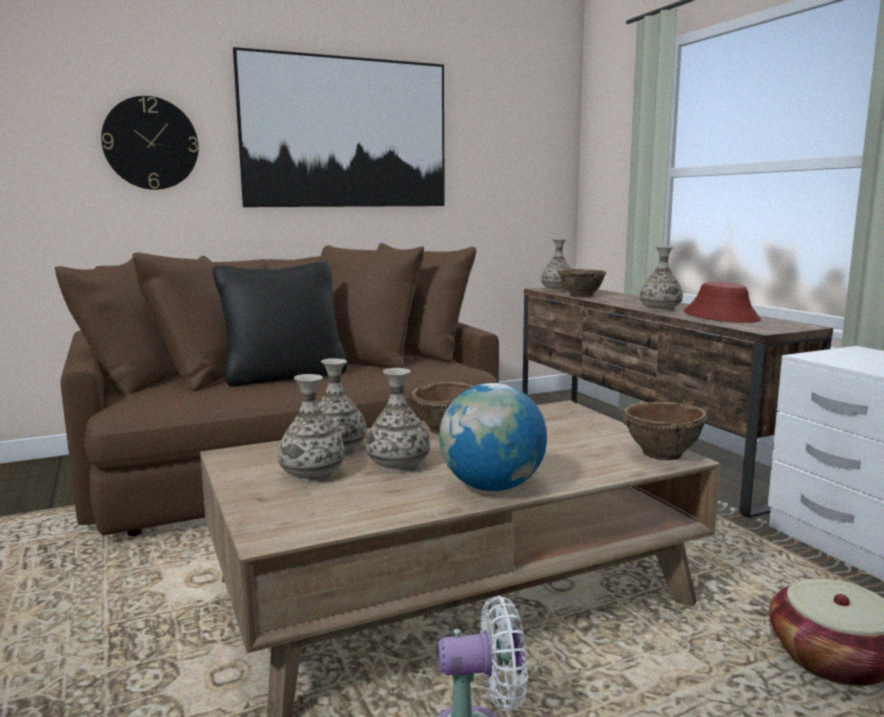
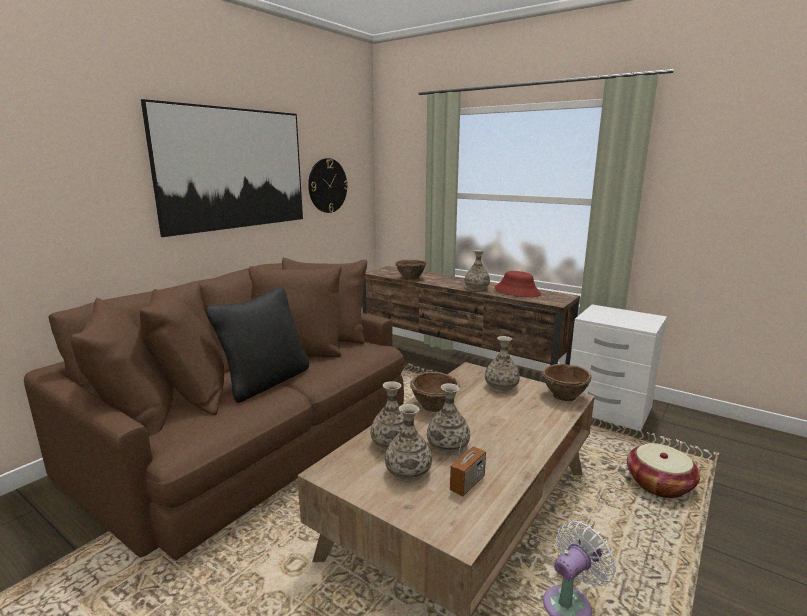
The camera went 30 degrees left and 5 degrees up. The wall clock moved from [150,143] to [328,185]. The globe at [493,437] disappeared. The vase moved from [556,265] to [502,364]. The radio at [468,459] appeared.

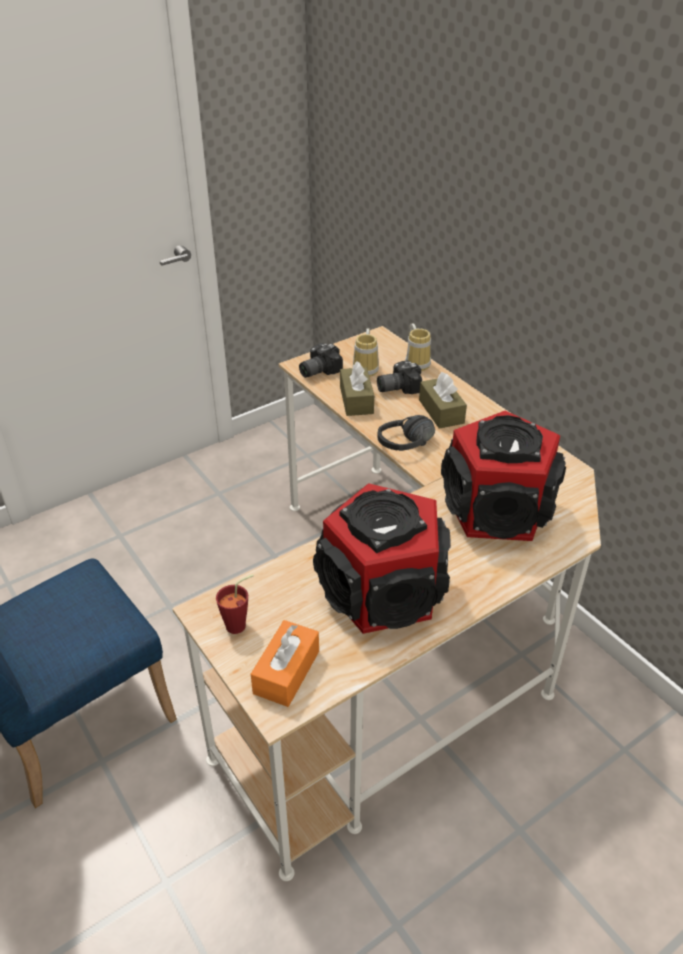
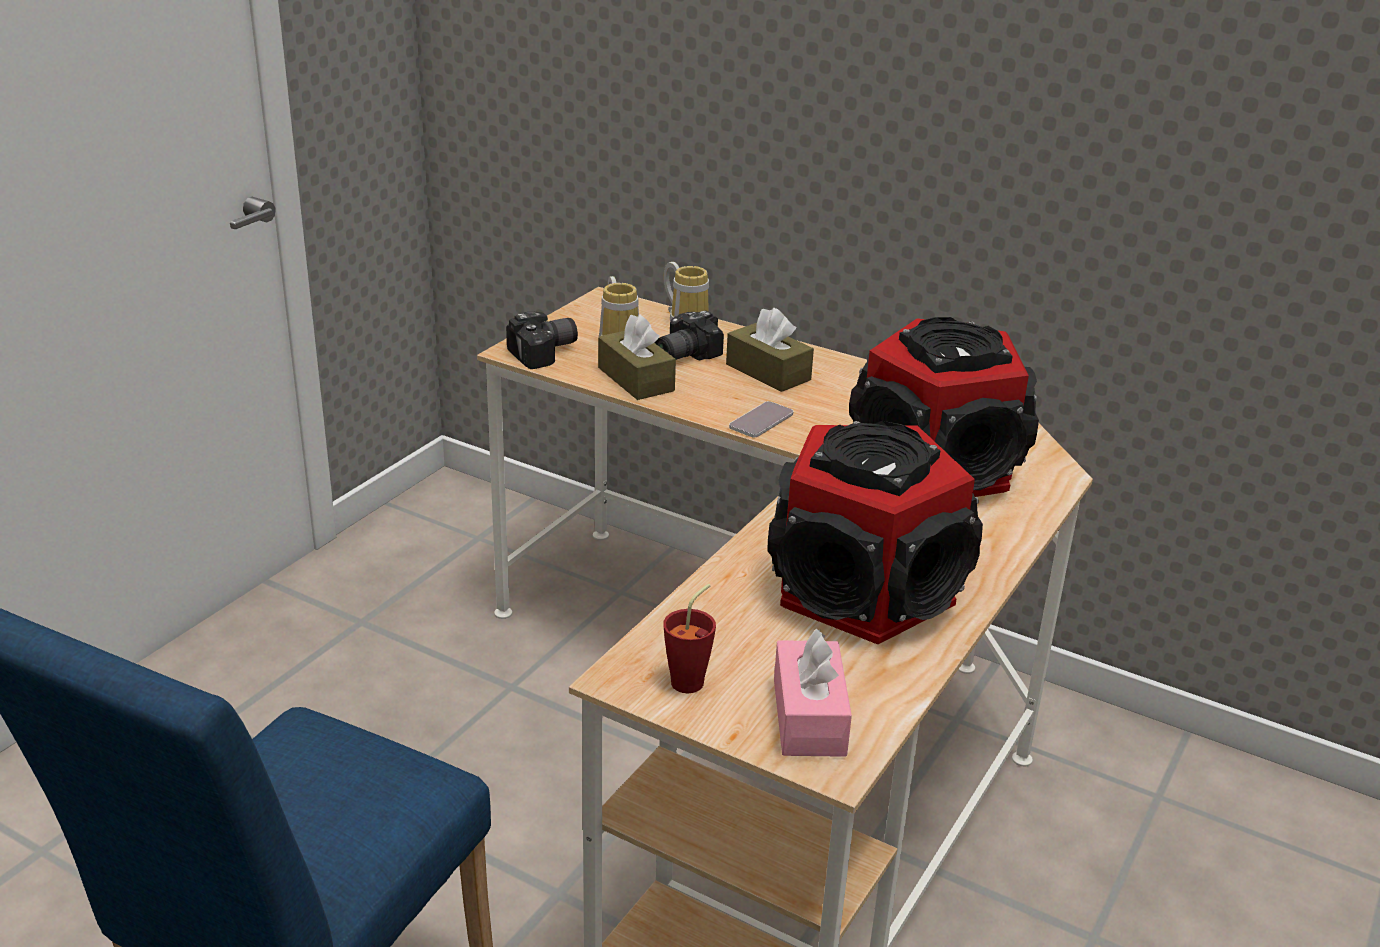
The camera went 25 degrees left and 10 degrees down. The orange tissue box at [285,663] became the pink tissue box at [813,693]. The photo camera at [321,360] turned 150 degrees counterclockwise. The black headphones at [406,433] was replaced by the phone at [761,419].

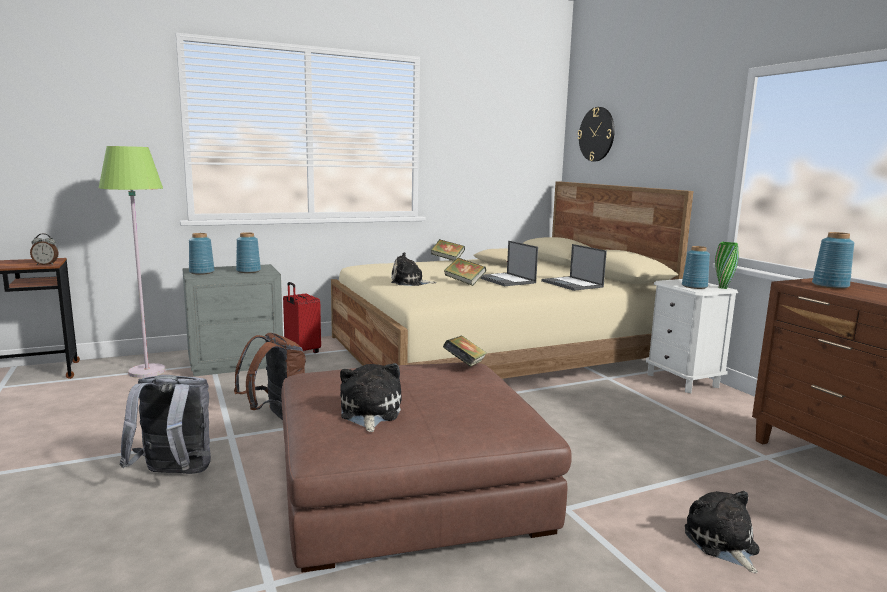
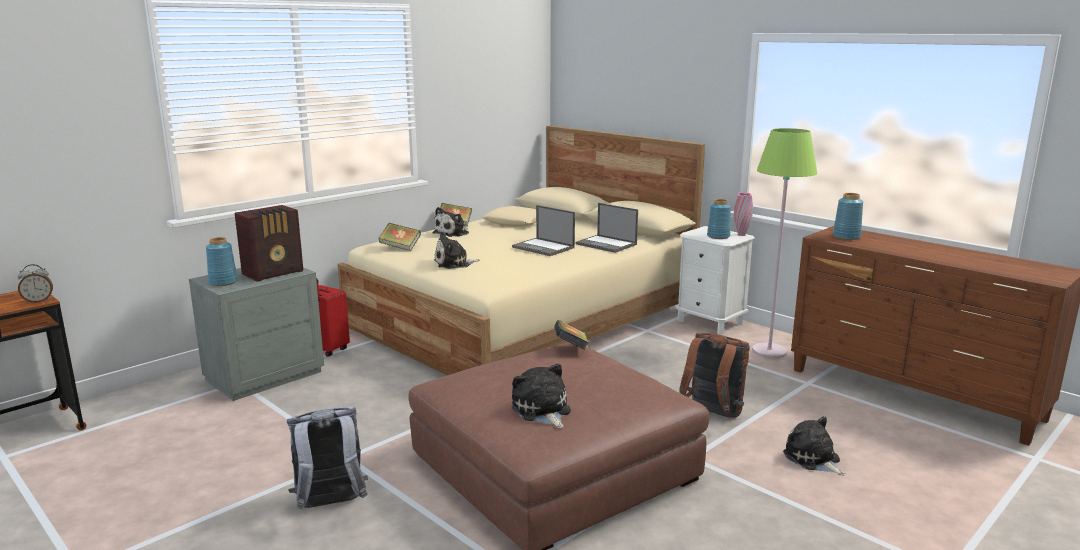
The camera went 20 degrees left and 5 degrees up. The green floor lamp moved from [132,262] to [784,243]. The brown backpack moved from [270,376] to [714,375]. The blue vase at [248,252] was replaced by the radio at [269,243]. The book moved from [465,271] to [400,237]. The wall clock at [596,134] disappeared. The green vase at [726,265] became the pink vase at [743,214]. The plush toy at [451,222] appeared.

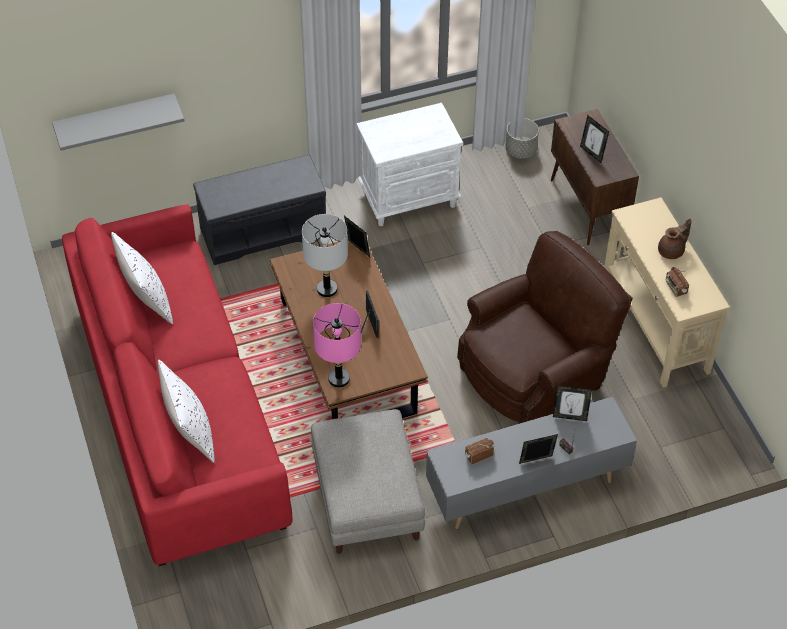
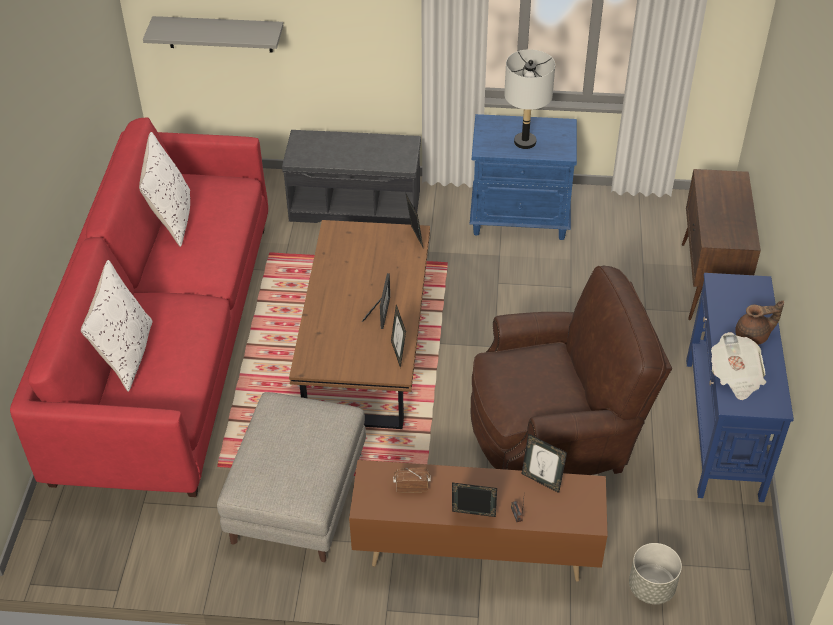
The camera went 25 degrees right and 5 degrees down. The grey table lamp moved from [325,255] to [529,99]. The pink table lamp at [337,345] disappeared. The white nightstand at [410,164] became the blue nightstand at [523,177]. The grey tv stand at [531,462] became the brown tv stand at [478,520]. The grey planter moved from [522,138] to [655,573]. The picture frame moved from [594,139] to [398,336]. The beige console table at [667,292] became the blue console table at [740,387]. The radio at [677,282] was replaced by the newspaper at [738,366].

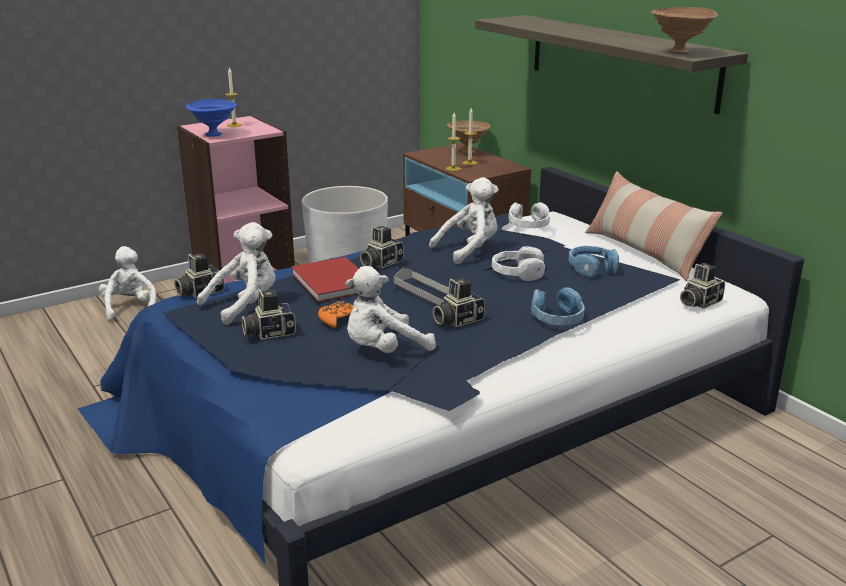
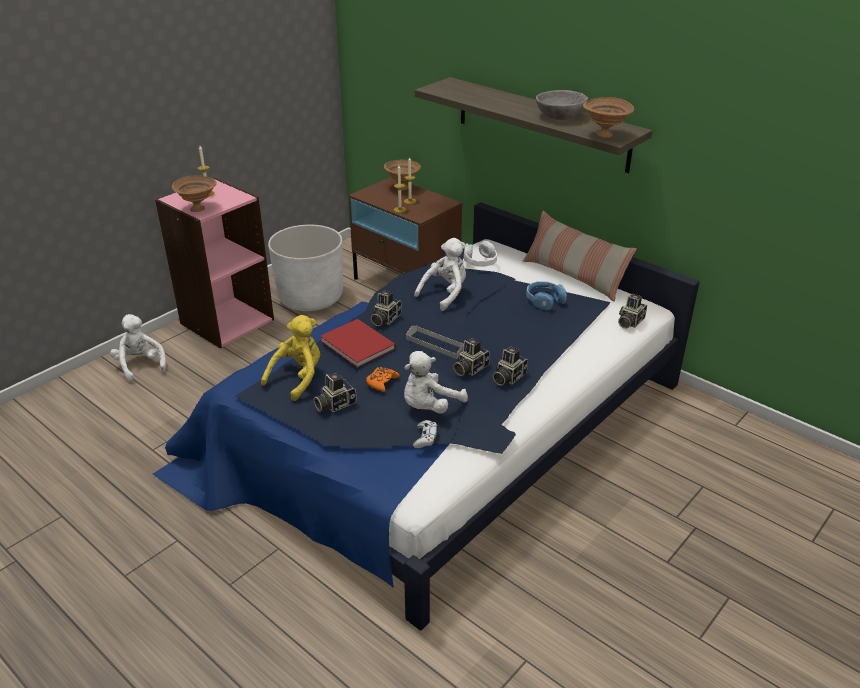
The camera went 15 degrees left and 10 degrees up. The photo camera moved from [199,276] to [510,365]. The blue bowl at [211,118] became the brown bowl at [194,193]. The white plush toy at [236,273] became the yellow plush toy at [290,358]. The white headphones at [518,263] disappeared. The blue headphones at [558,306] disappeared. The white game controller at [425,434] appeared. The grey bowl at [562,105] appeared.

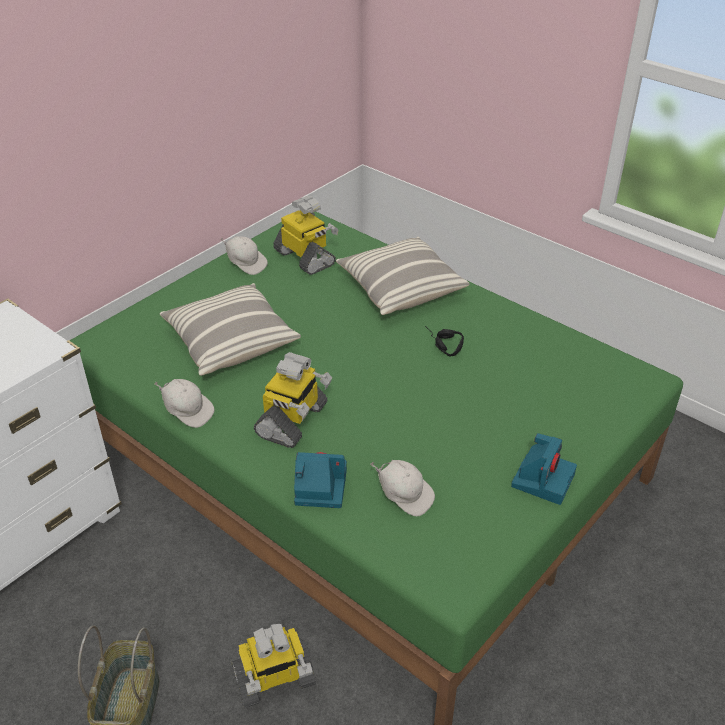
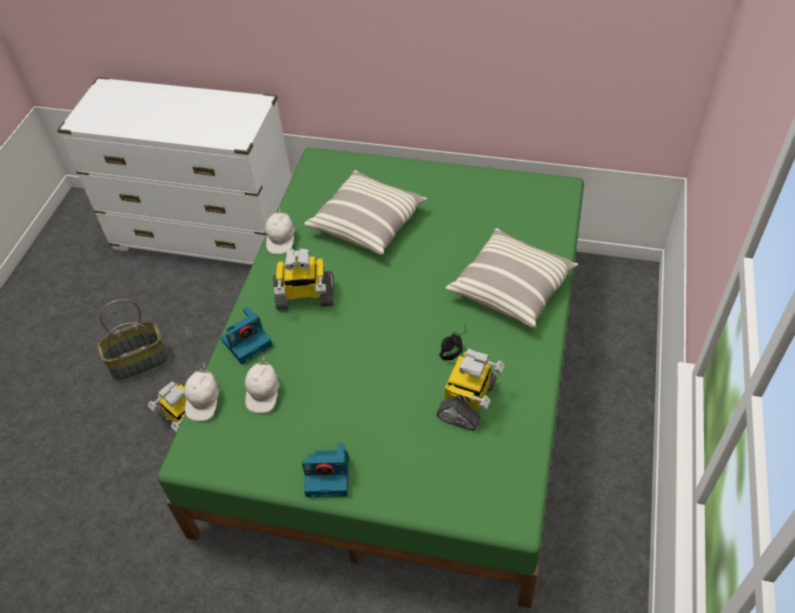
The camera went 65 degrees right and 10 degrees up. The white cap moved from [244,255] to [201,391]. The toy robot moved from [306,235] to [470,390]. The photo camera at [320,480] turned 75 degrees clockwise.

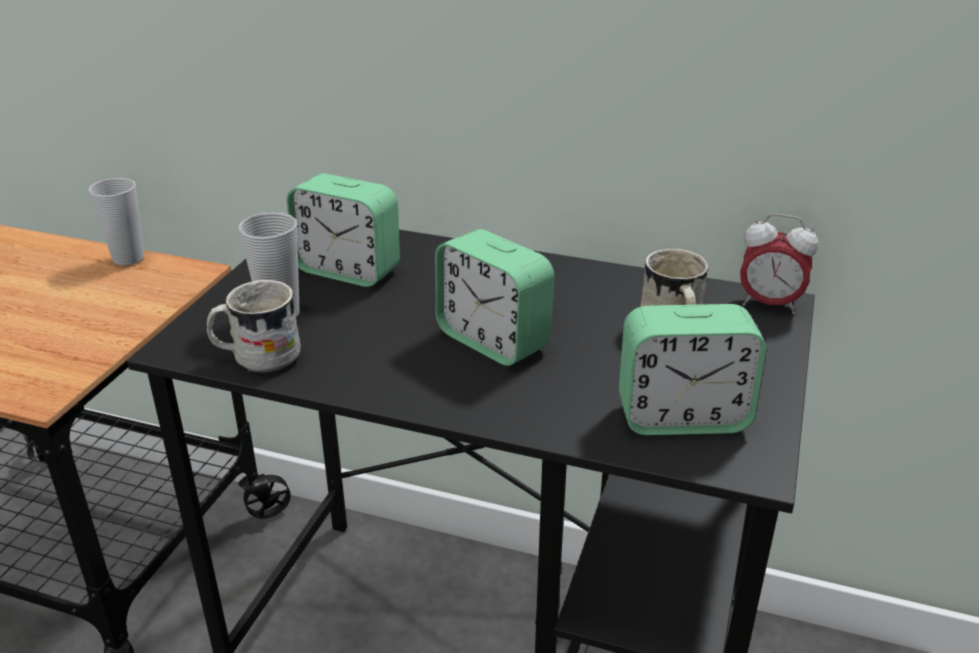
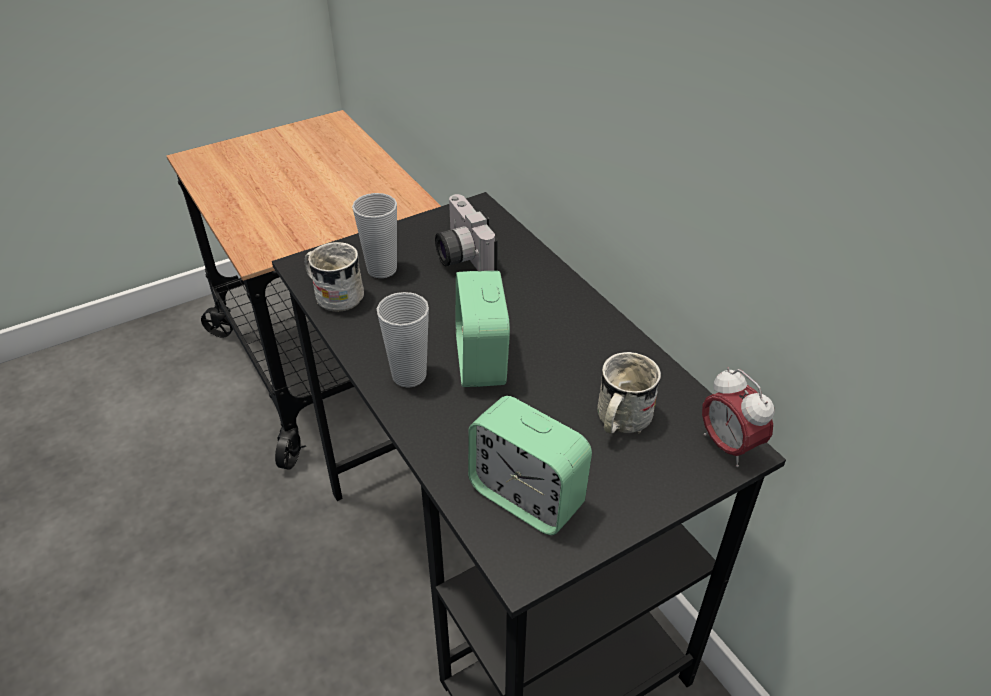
The camera went 40 degrees right and 10 degrees up. The cup moved from [116,222] to [403,340]. The alarm clock at [343,230] was replaced by the photo camera at [466,232].

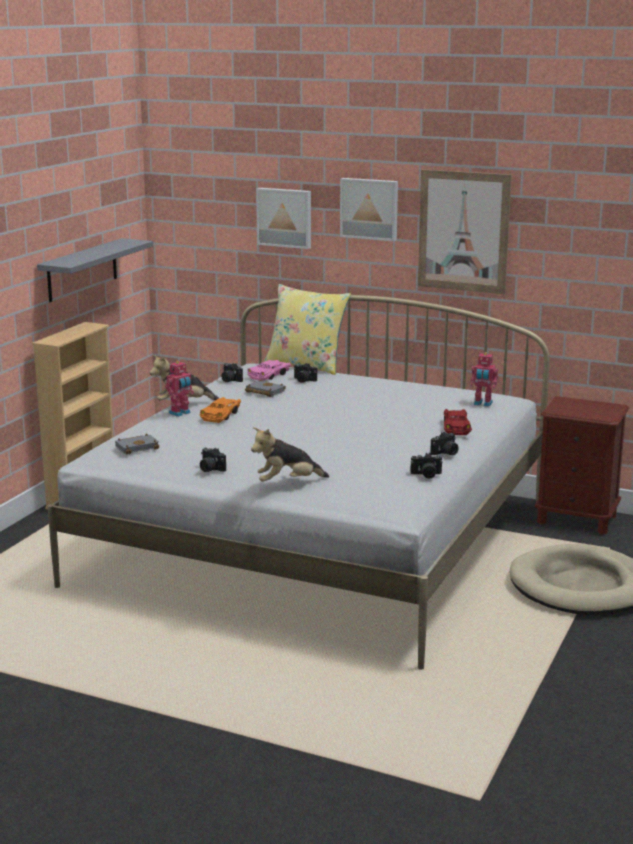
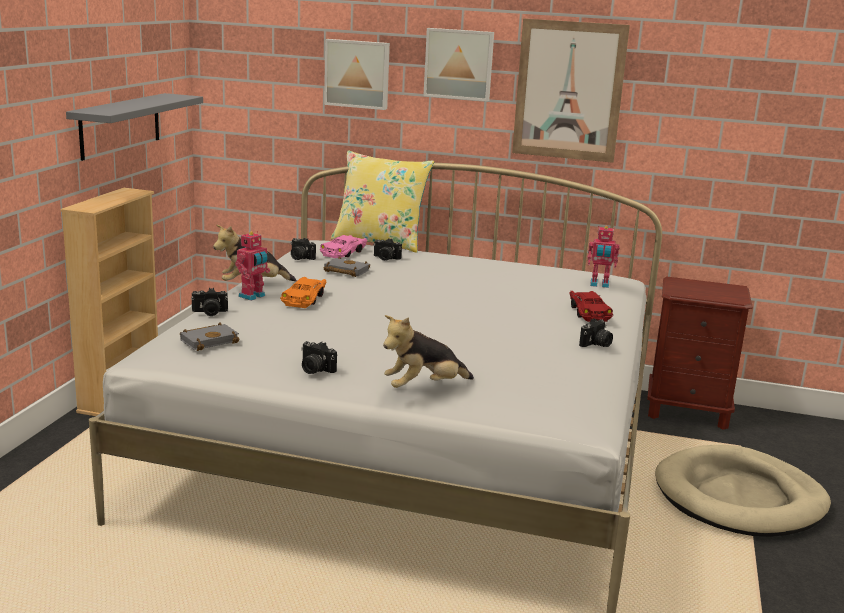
The camera went 10 degrees left and 0 degrees up. The photo camera moved from [426,465] to [209,302].

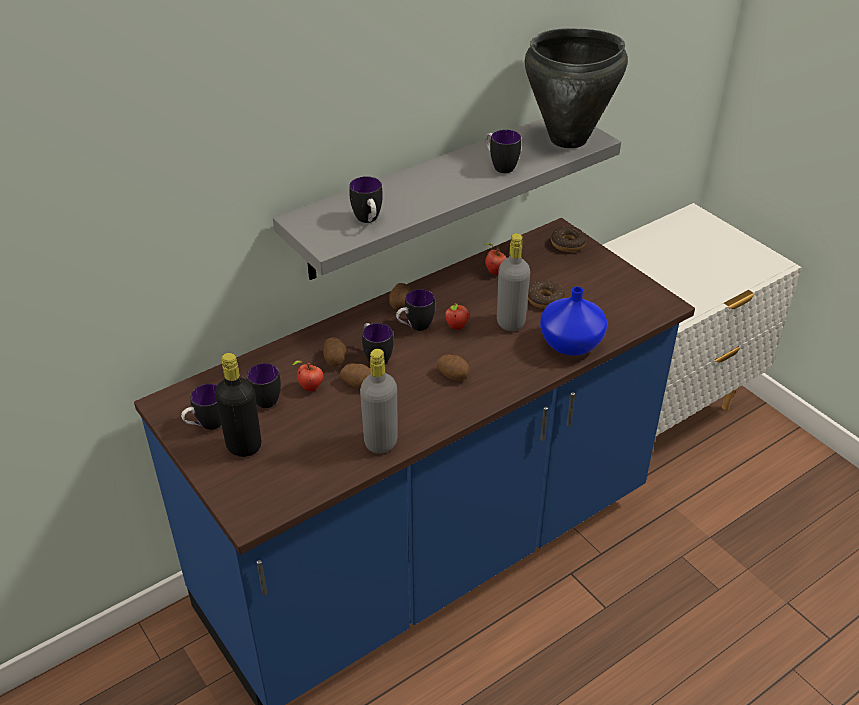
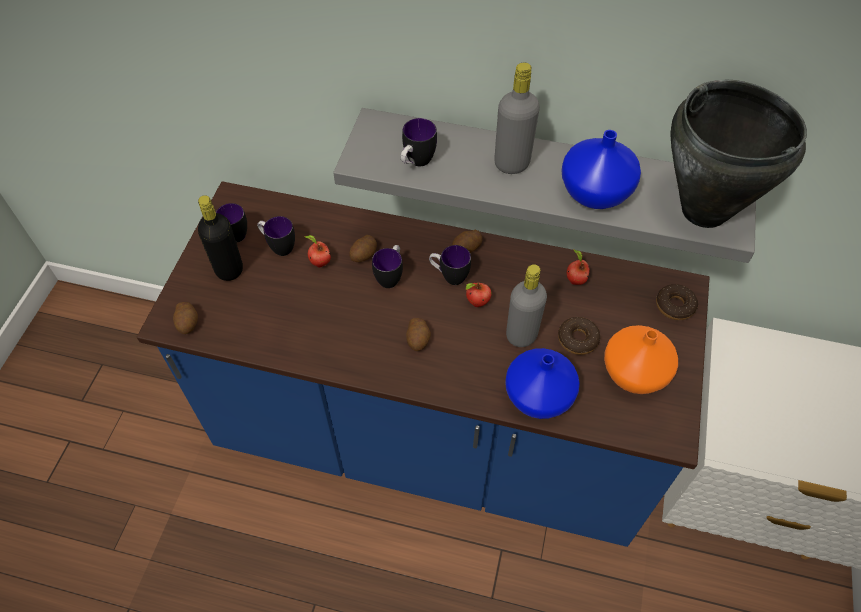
The camera went 50 degrees right and 15 degrees up. The potato moved from [355,376] to [185,318]. The grey bottle moved from [379,401] to [517,118]. The mug at [503,151] was replaced by the blue vase at [601,169]. The orange vase at [641,359] appeared.

